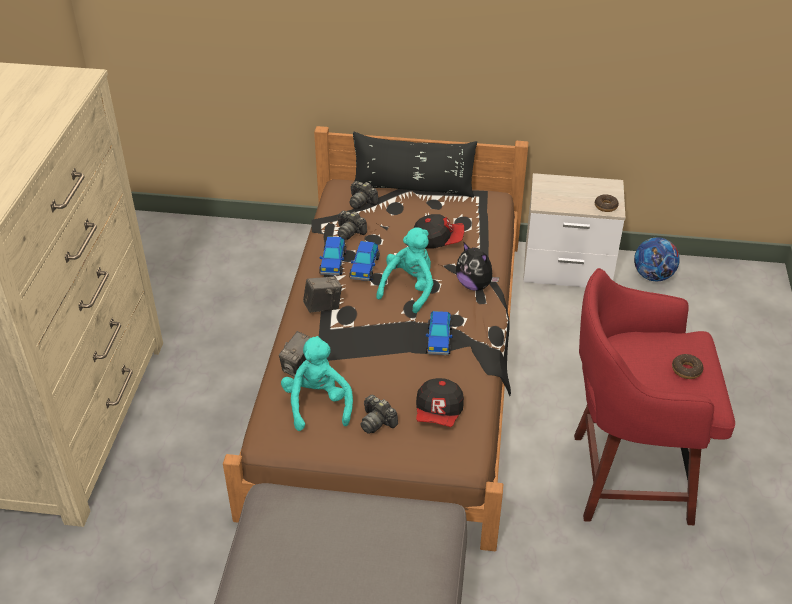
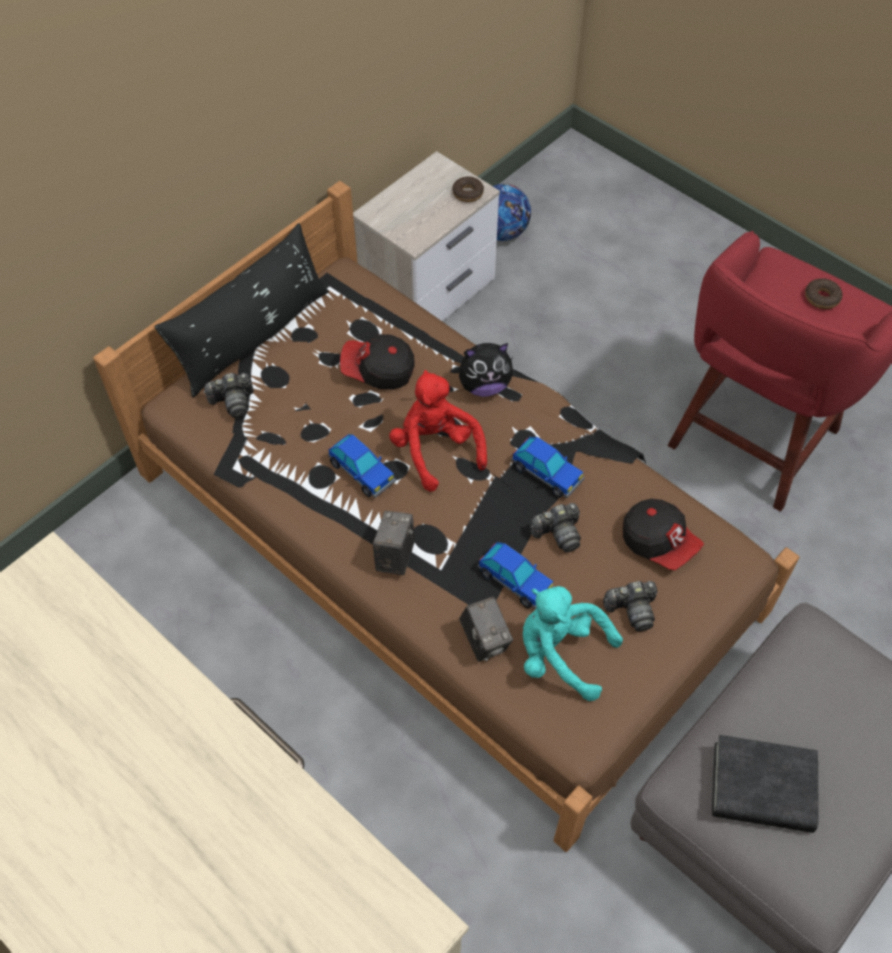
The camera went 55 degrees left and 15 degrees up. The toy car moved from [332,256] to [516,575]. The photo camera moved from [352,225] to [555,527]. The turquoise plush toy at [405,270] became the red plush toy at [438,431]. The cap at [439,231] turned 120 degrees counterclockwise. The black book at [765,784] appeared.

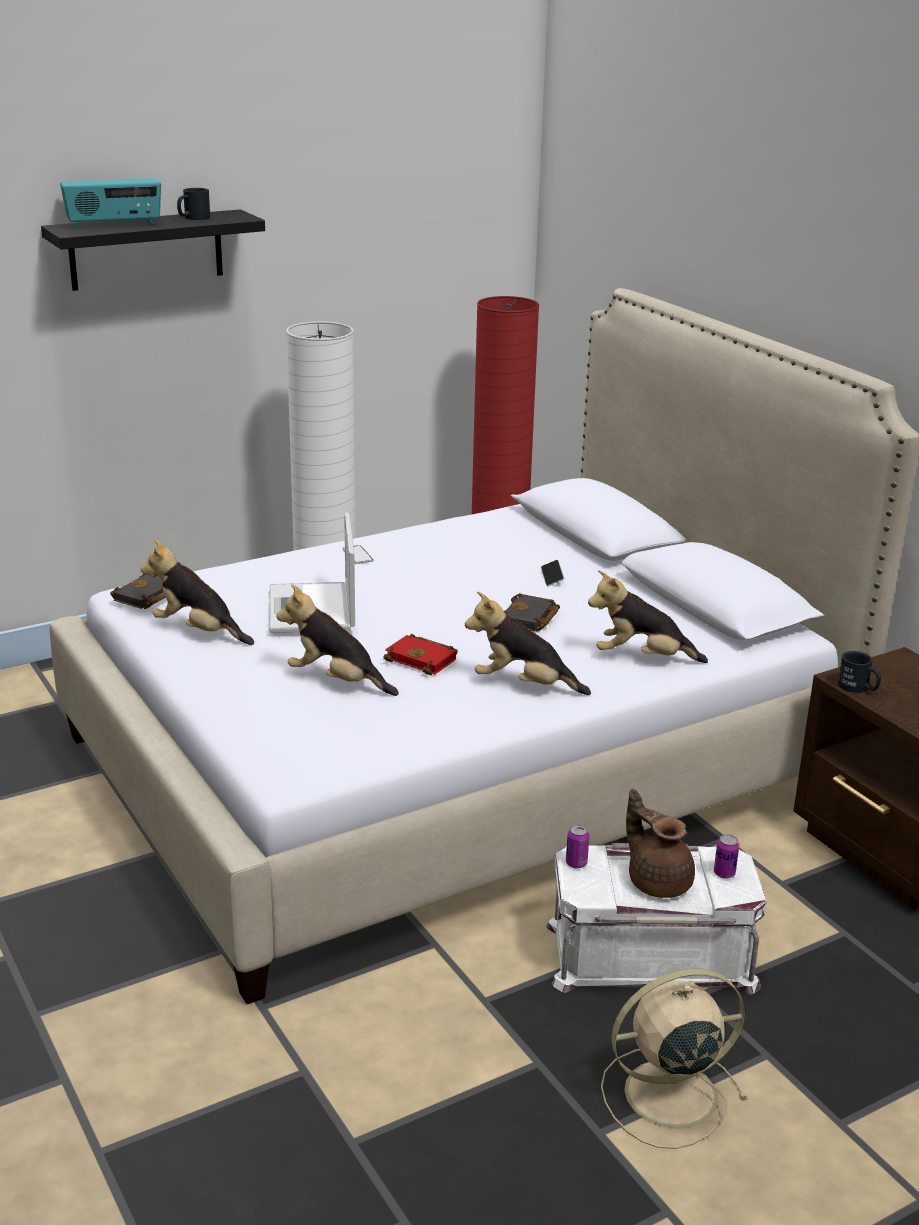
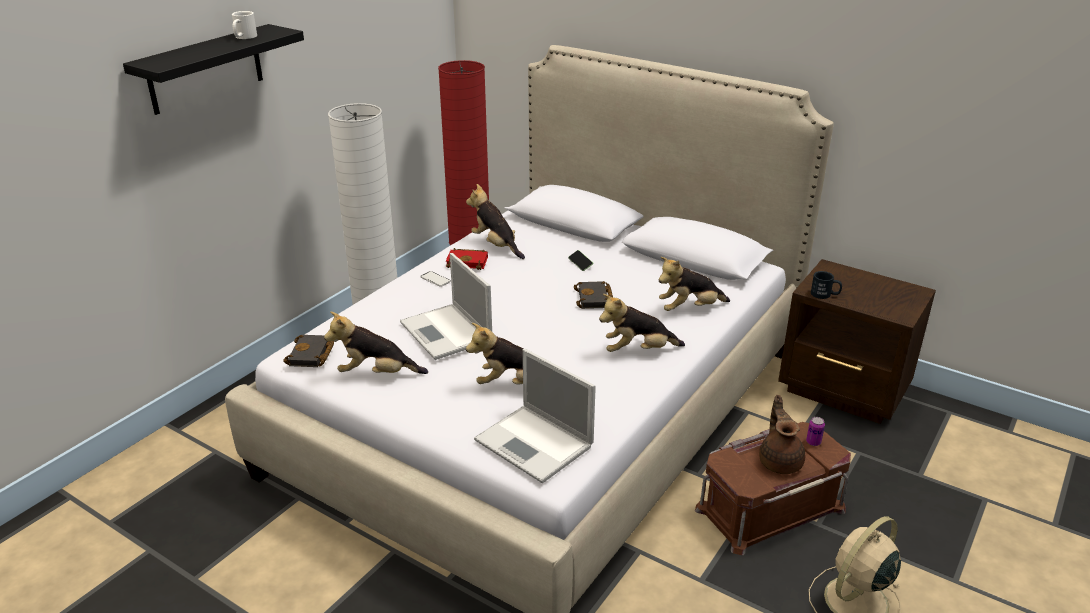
The camera went 25 degrees left and 5 degrees up. The radio at [110,203] disappeared. The black mug at [193,204] became the white mug at [244,25]. The red book moved from [420,654] to [467,259]. The white storage box at [656,919] became the brown storage box at [773,488]. The can at [577,846] disappeared. The brown teapot at [660,843] turned 60 degrees clockwise. The plush toy at [495,221] appeared. The laptop at [535,416] appeared.

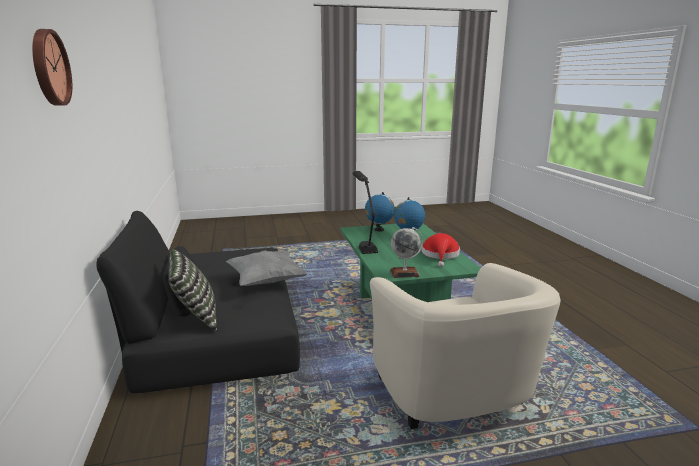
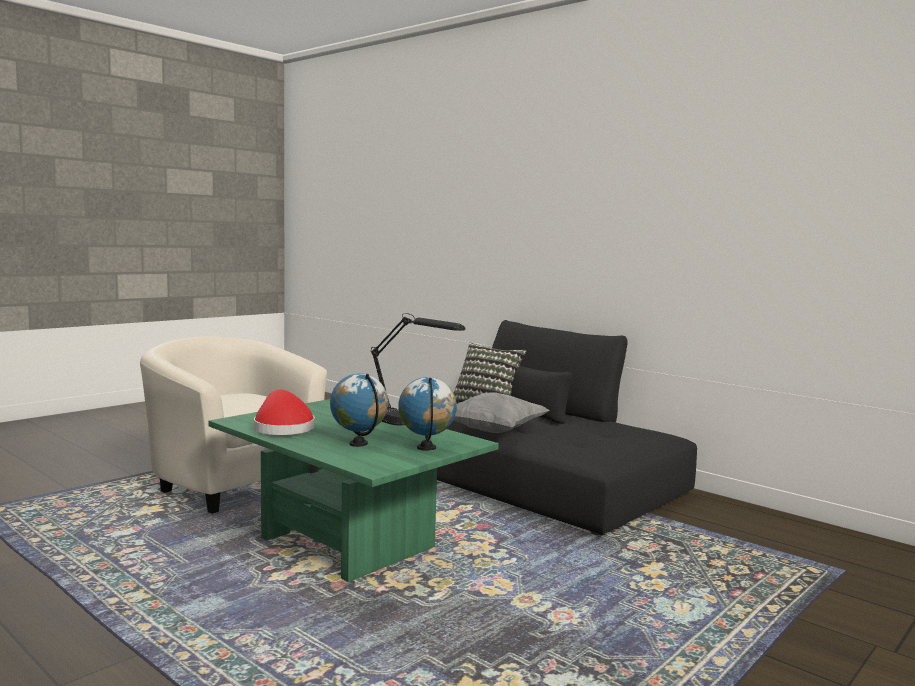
The camera went 145 degrees right and 10 degrees down. The wall clock at [52,67] disappeared. The globe at [406,252] disappeared.

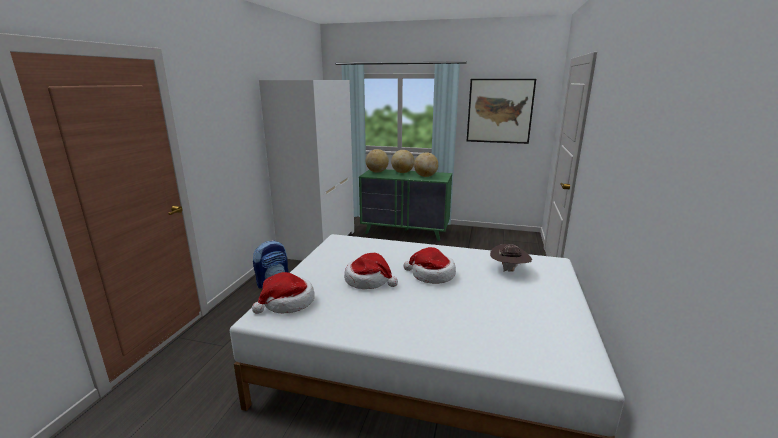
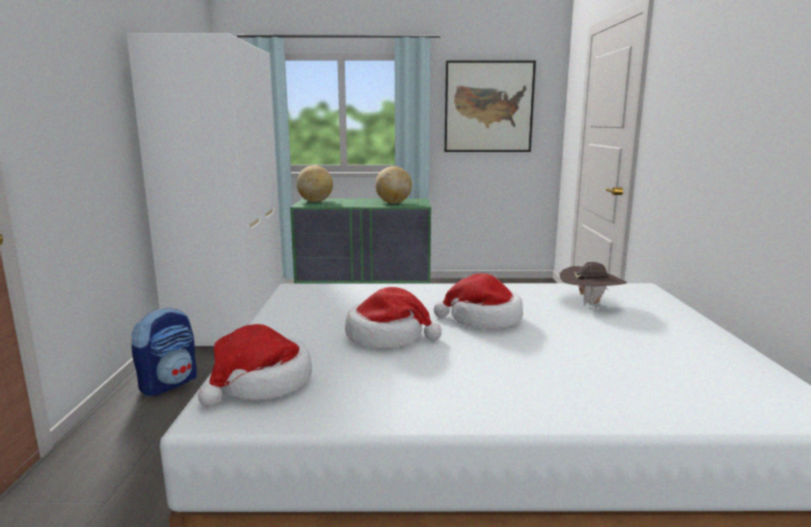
The camera went 15 degrees left and 5 degrees down. The globe at [403,161] disappeared.

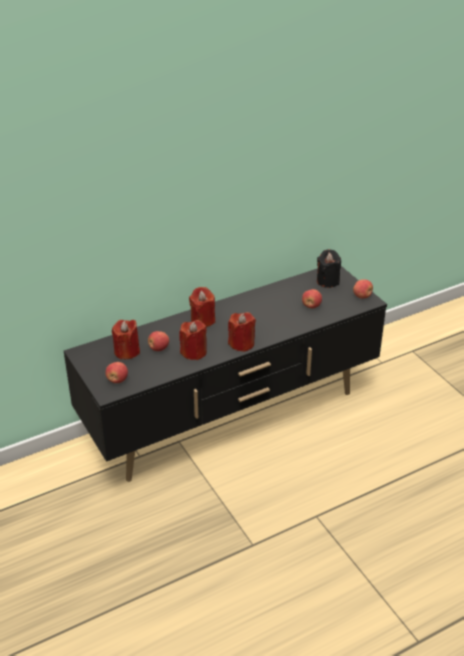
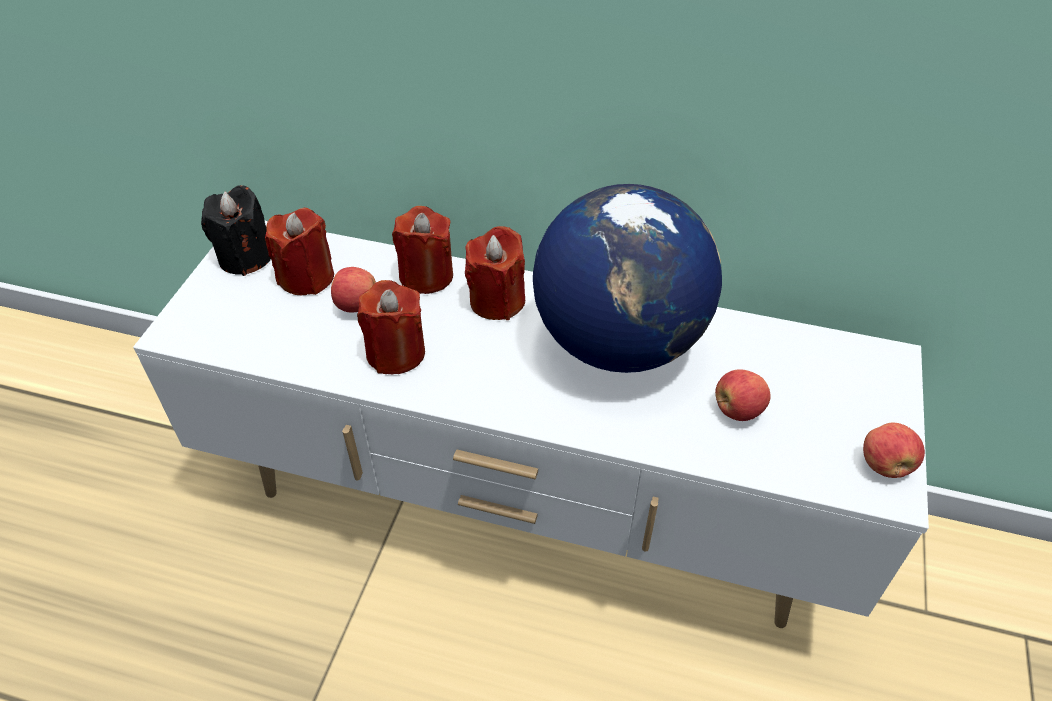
The camera went 45 degrees right and 10 degrees up. The black tv stand at [225,374] became the white tv stand at [531,424]. The apple at [117,372] disappeared. The red candle moved from [242,332] to [422,250]. The black candle moved from [329,268] to [236,230]. The globe at [627,278] appeared.

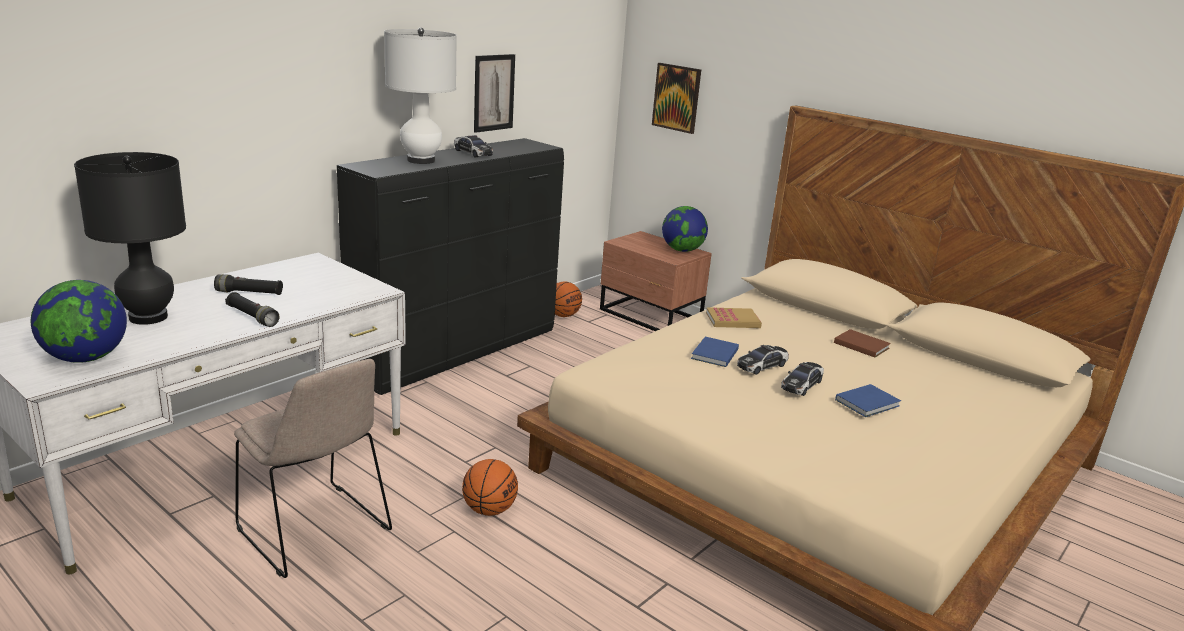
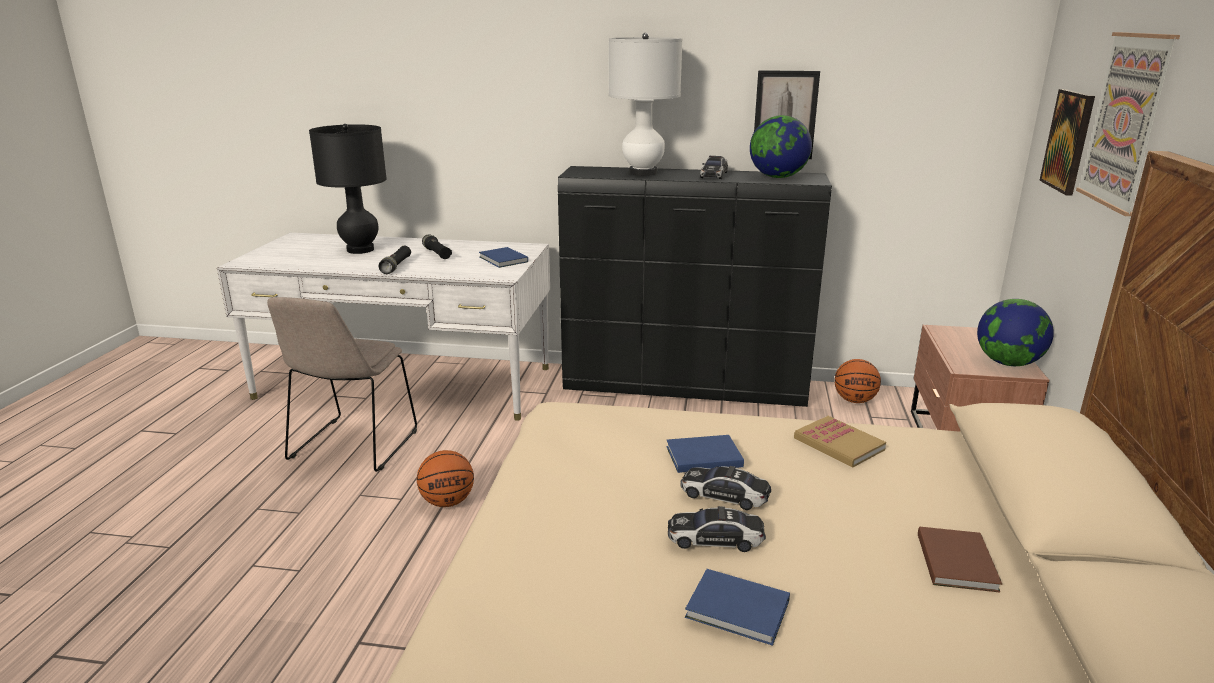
The camera went 60 degrees right and 0 degrees up. The globe moved from [79,321] to [781,146]. The blue book at [503,257] appeared. The picture at [1128,124] appeared.

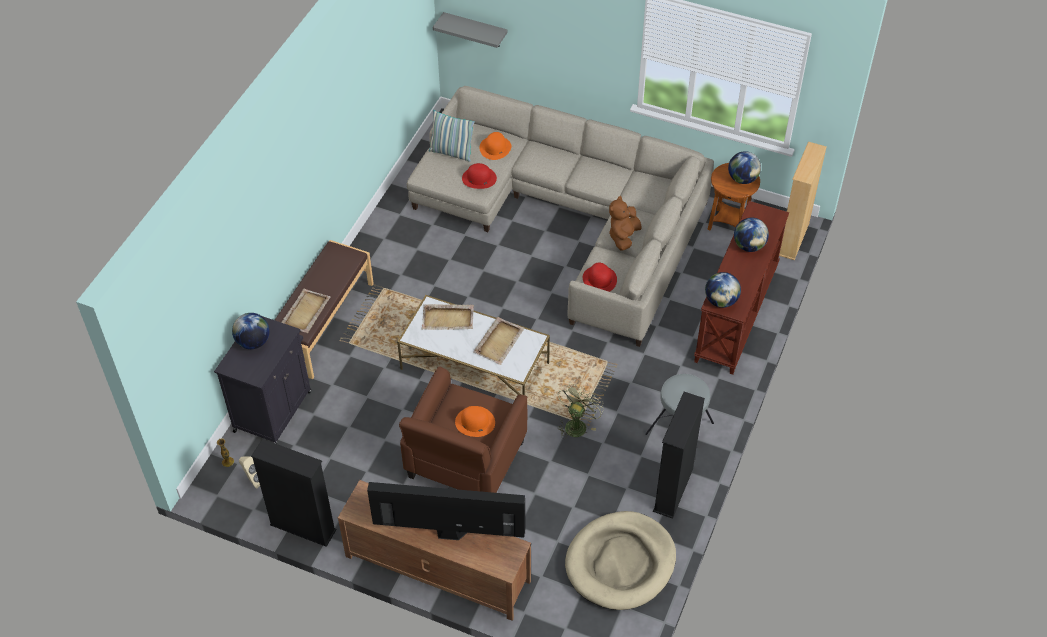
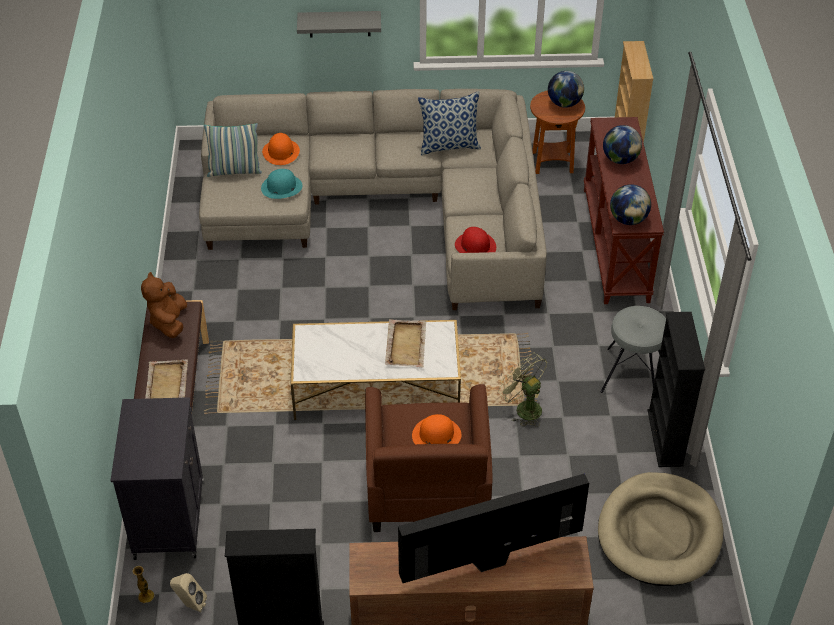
The camera went 25 degrees left and 5 degrees down. The globe at [251,331] disappeared. The beige tray at [448,317] disappeared. The grey shelf moved from [470,30] to [339,24]. The red hat at [479,176] became the turquoise hat at [281,184]. The green fan at [580,411] turned 45 degrees counterclockwise. The brown plush toy moved from [625,223] to [164,305]. The pillow at [449,123] appeared.

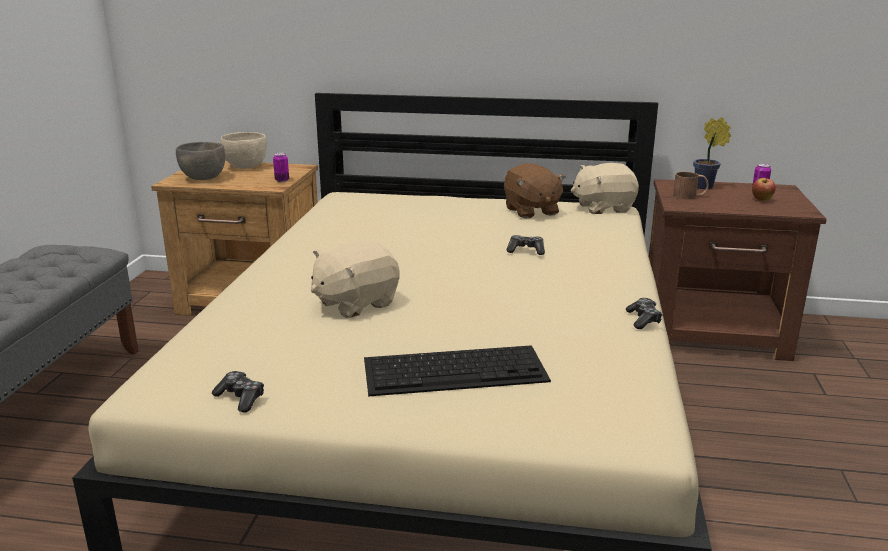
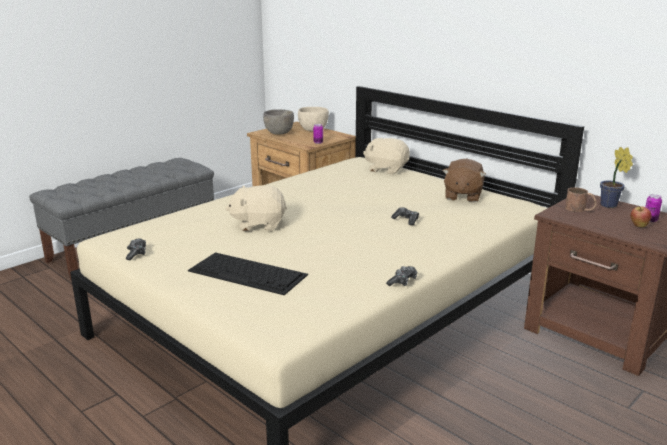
The camera went 35 degrees right and 0 degrees up. The beige plush toy moved from [605,188] to [386,156].

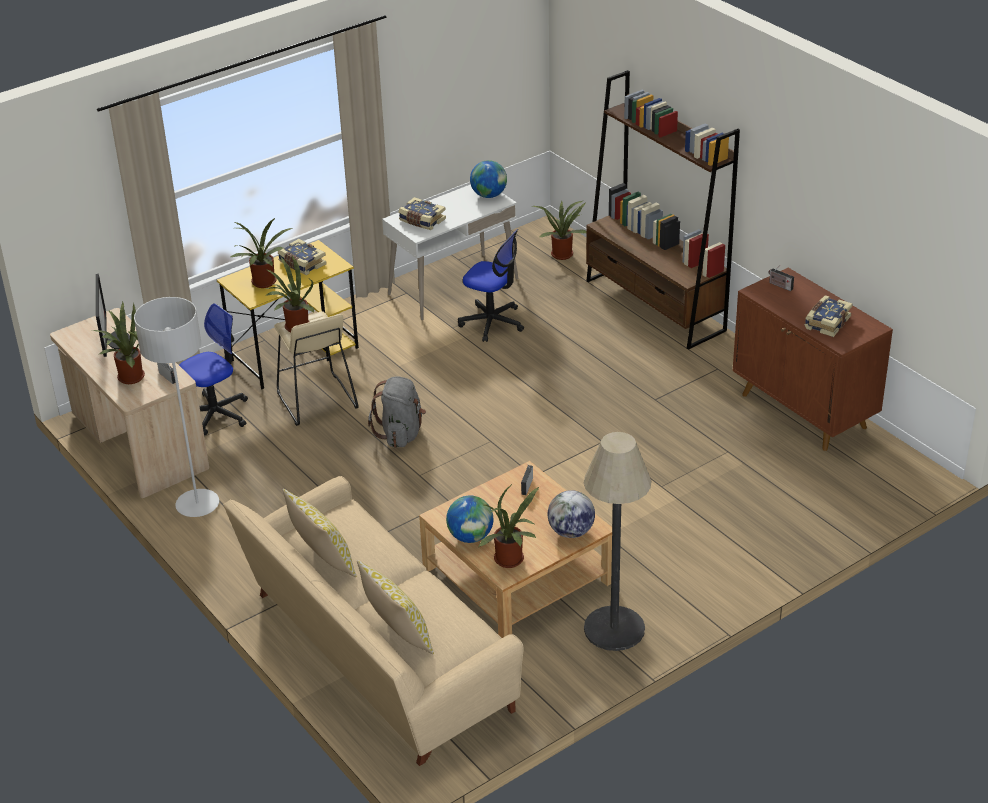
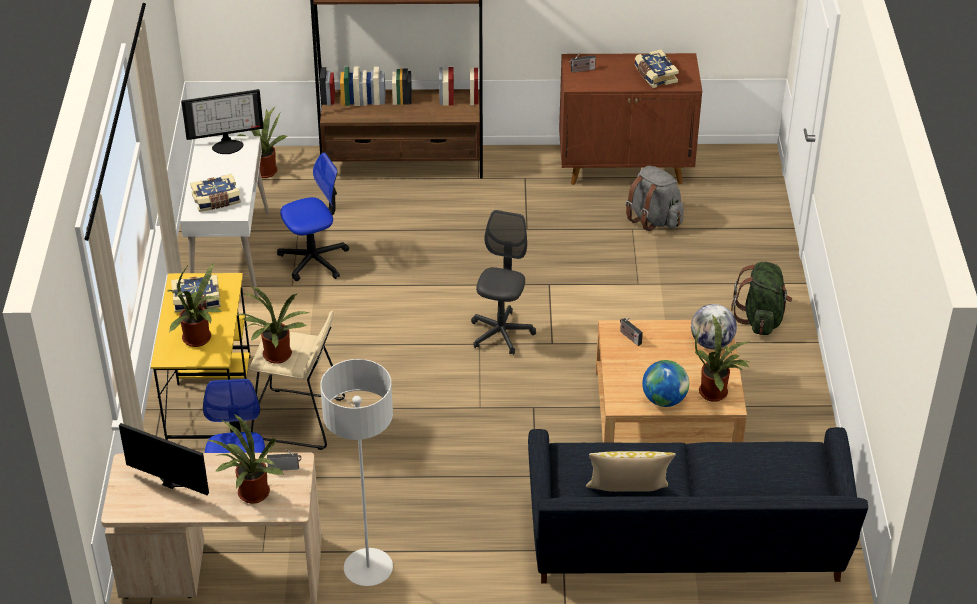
The camera went 55 degrees left and 5 degrees up. The beige sofa at [374,621] became the black sofa at [698,505]. The pillow at [395,607] disappeared. The grey backpack moved from [397,412] to [654,198]. The globe at [488,179] was replaced by the monitor at [222,121]. The floor lamp at [618,541] disappeared. The grey office chair at [503,282] appeared. The green backpack at [761,298] appeared.

